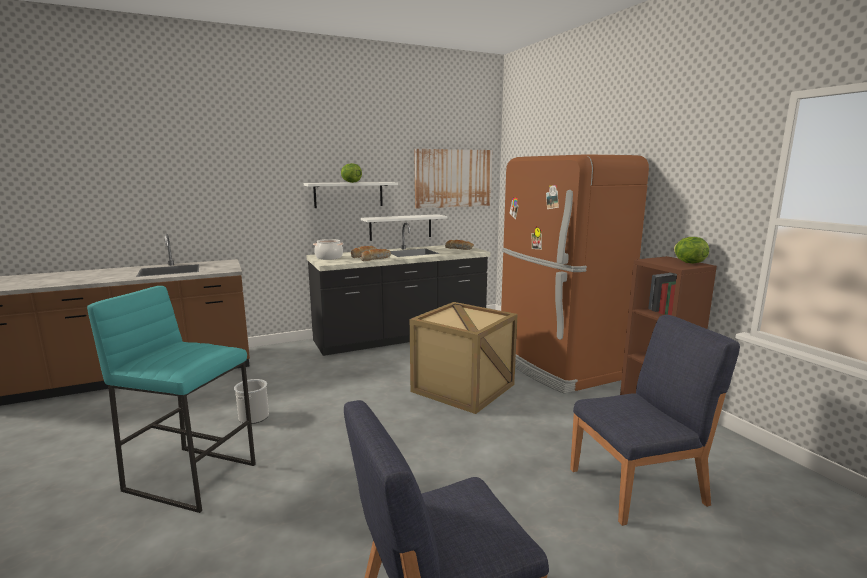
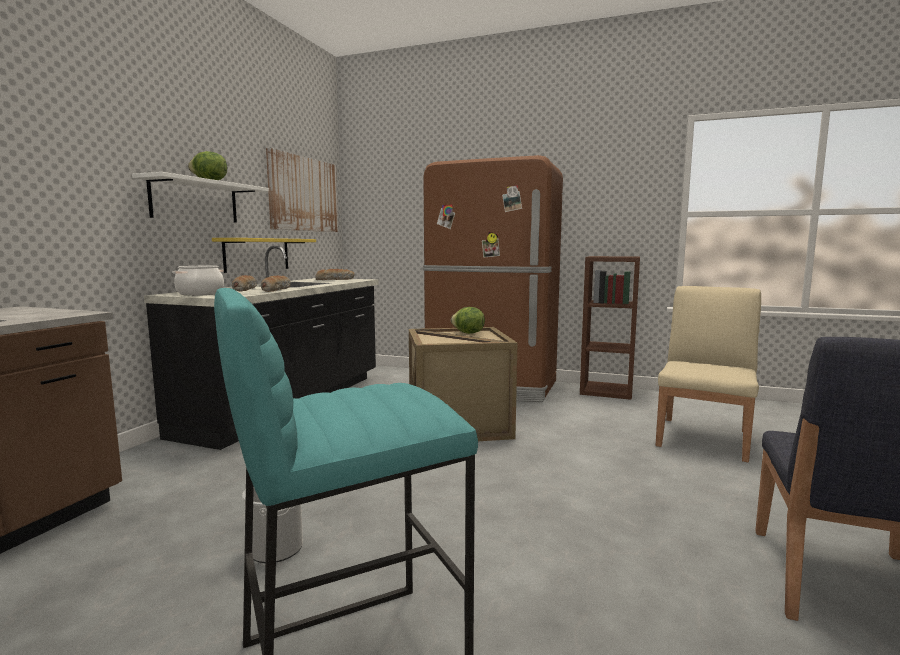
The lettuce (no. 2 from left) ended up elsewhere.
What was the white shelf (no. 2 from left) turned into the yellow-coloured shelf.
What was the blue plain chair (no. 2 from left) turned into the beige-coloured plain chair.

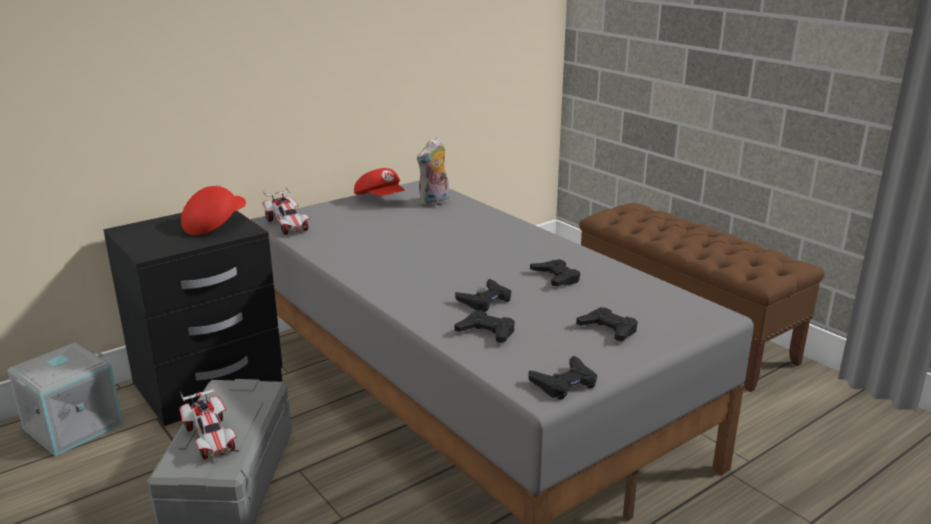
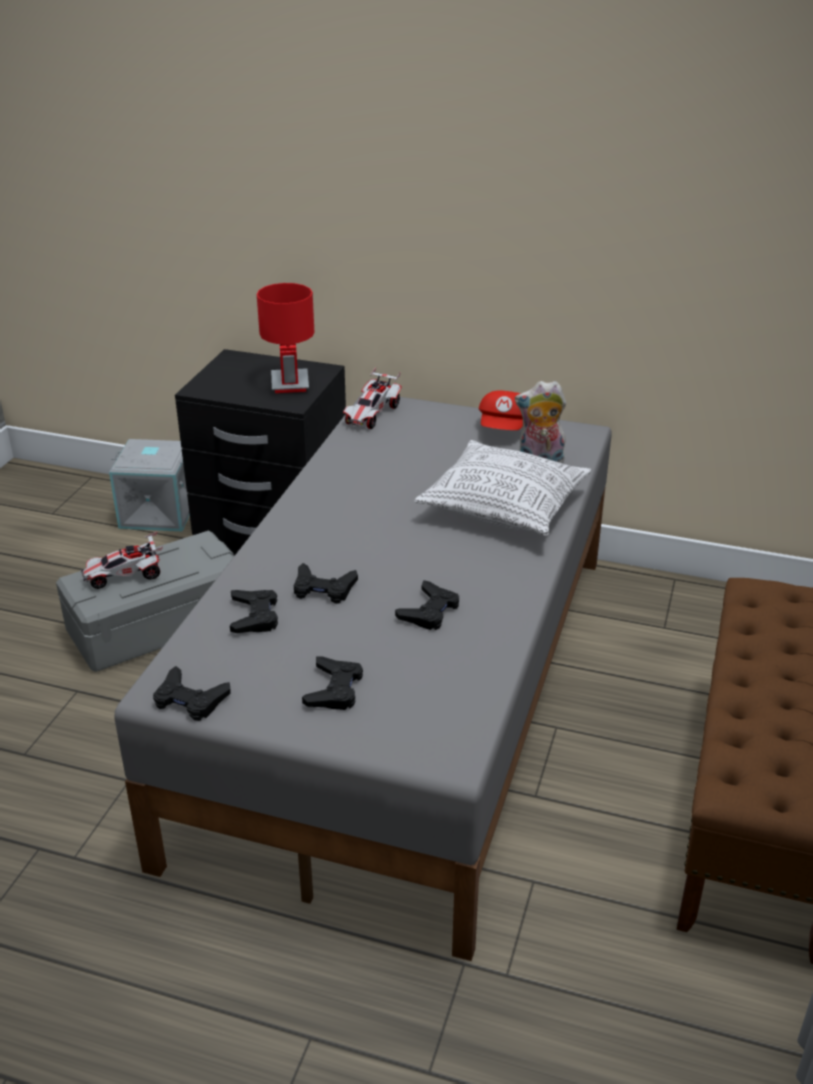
The second view gained the throw pillow.
Where the red baseball cap (no. 1 from left) stood, the red lamp for a table came to stand.
The toy car (no. 1 from left) ended up facing another way, 45 degrees clockwise from before.

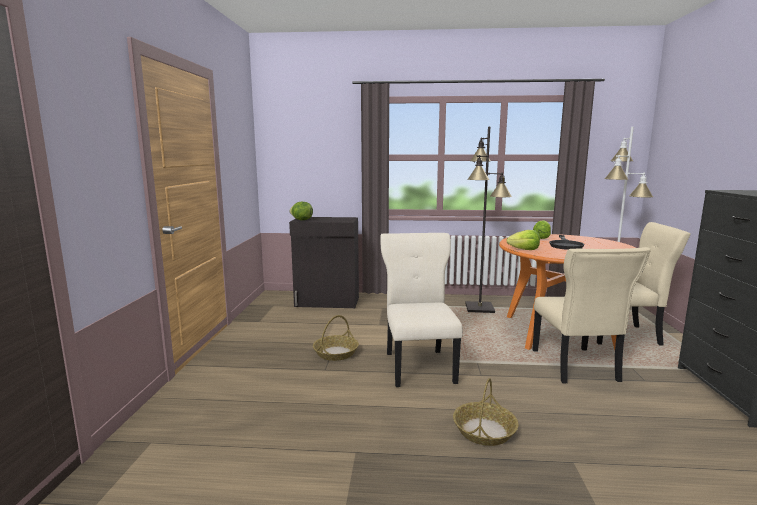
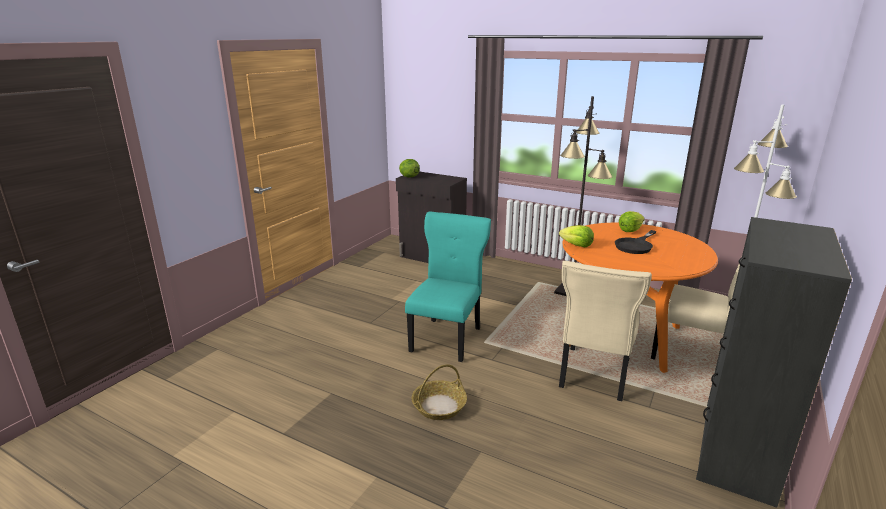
The second view lost the basket (no. 1 from left).
What was the beige-coloured plain chair (no. 1 from left) turned into the turquoise-coloured plain chair.

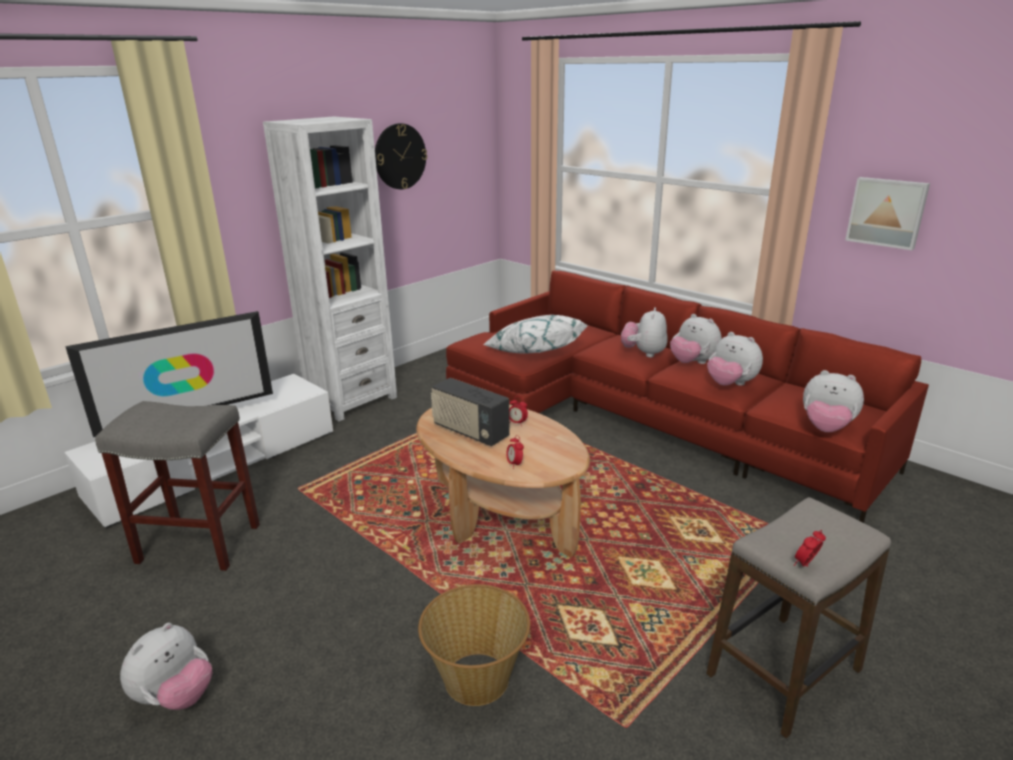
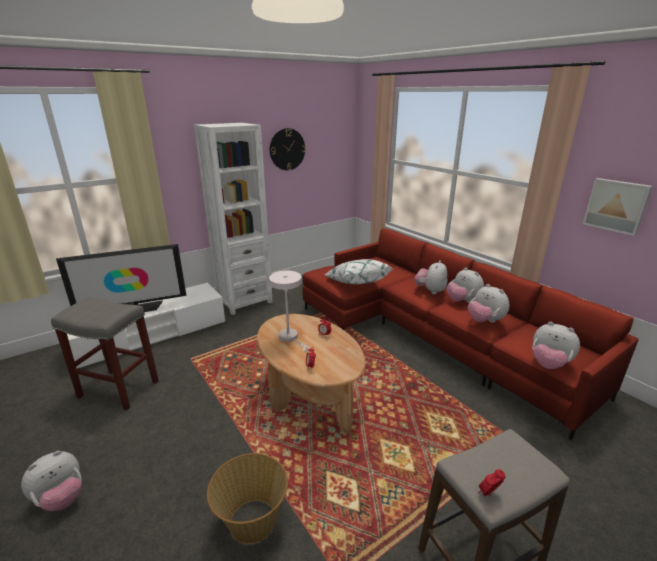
Where the radio stood, the white lamp for a table came to stand.

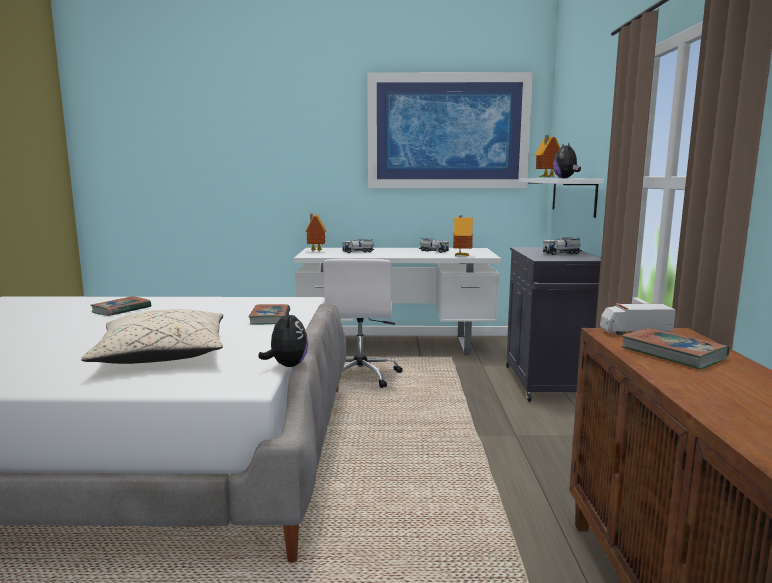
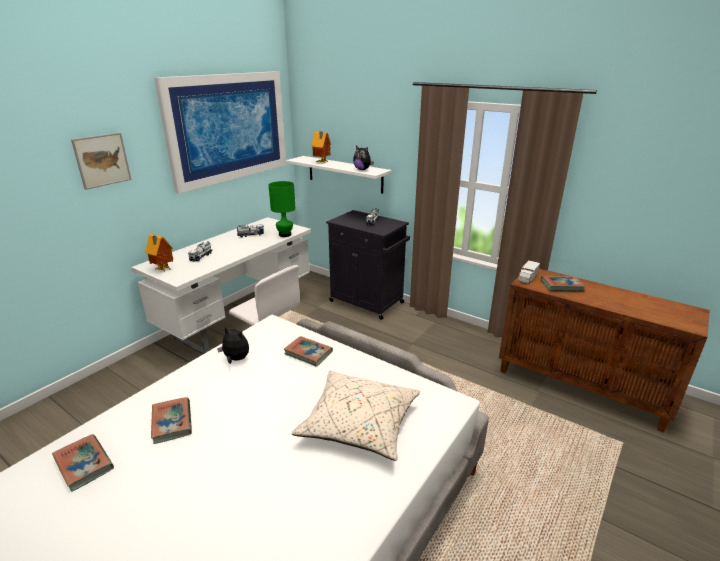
The second view gained the bound book (no. 1 from left).
The second view gained the wall picture (no. 1 from left).
The plush toy (no. 1 from left) ended up elsewhere.
Where the model house (no. 2 from left) stood, the greenish lamp for a table came to stand.

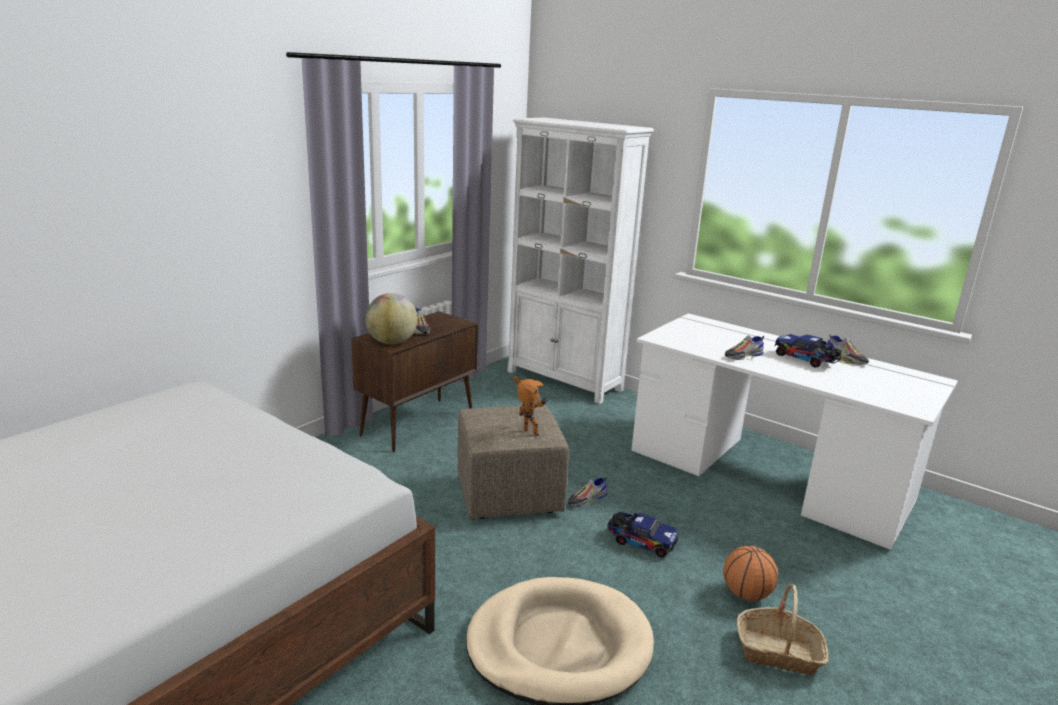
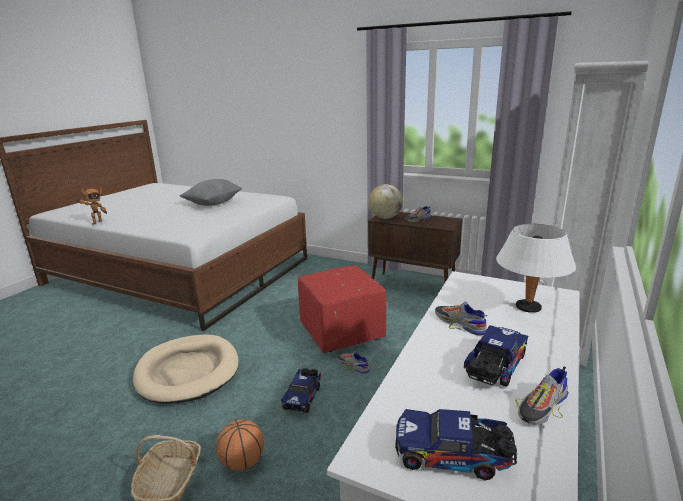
The second view gained the grey throw pillow.
The second view gained the model truck (no. 2 from left).
The second view gained the white lamp for a table.
The toy robot ended up elsewhere.
What was the beige-coloured pouffe turned into the red pouffe.

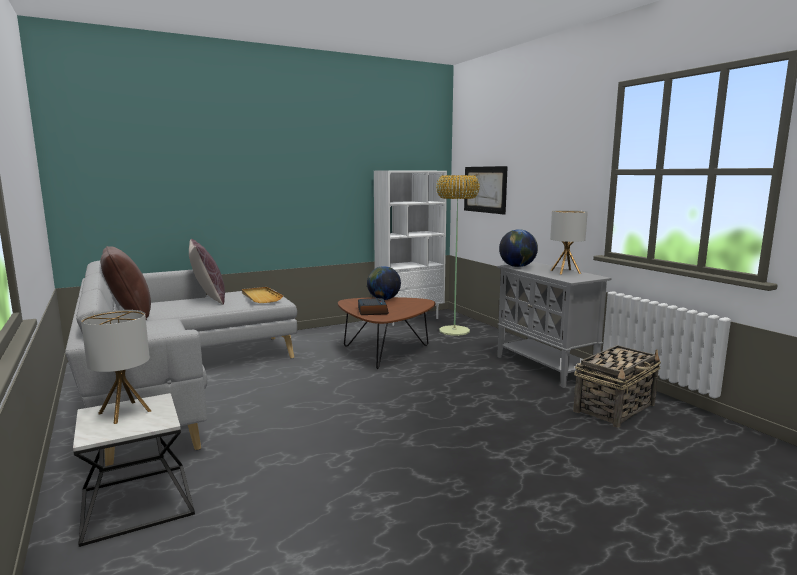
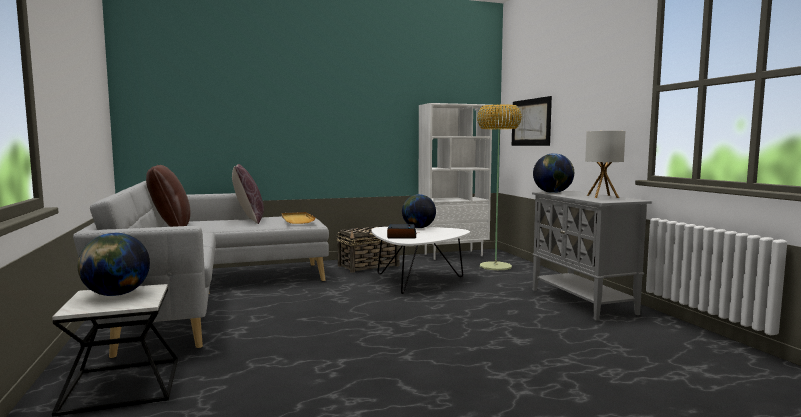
The basket ended up elsewhere.
Where the lamp for a table (no. 1 from left) stood, the globe (no. 1 from left) came to stand.
What was the brown low table turned into the white low table.

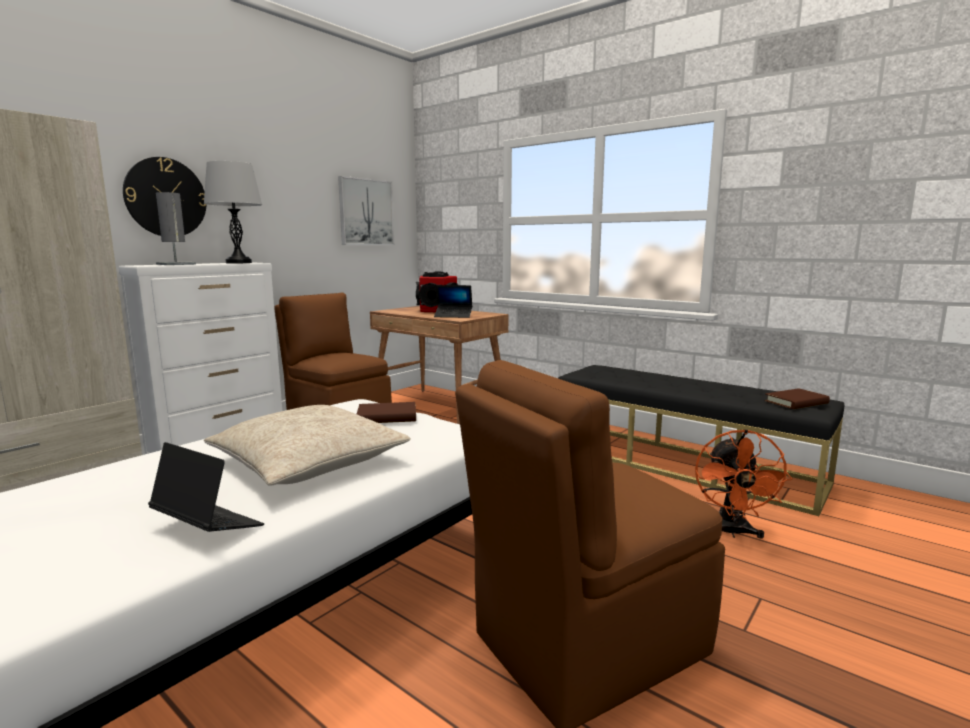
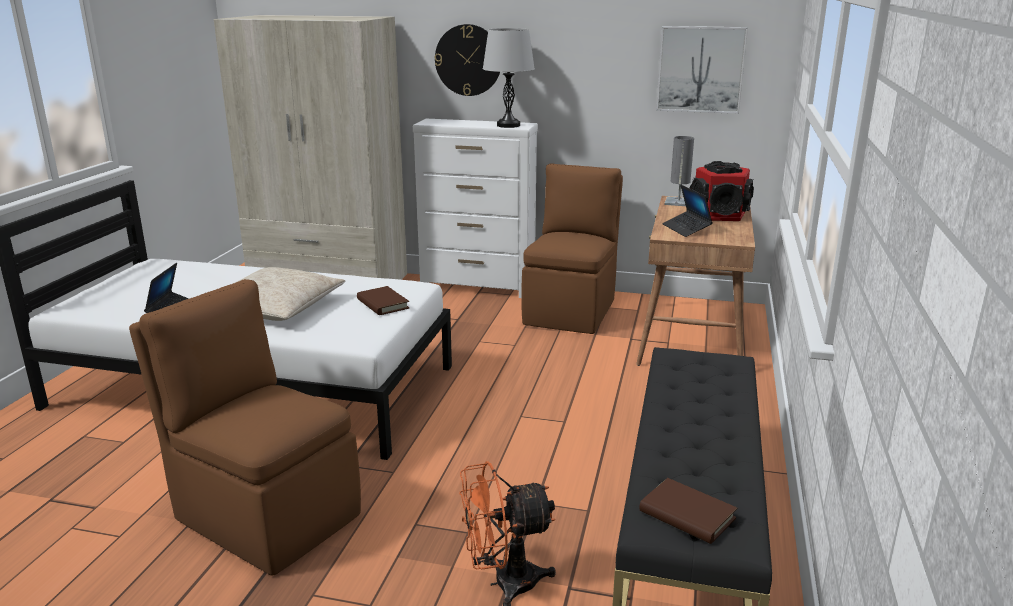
The grey lamp for a table (no. 1 from left in the first image) ended up elsewhere.

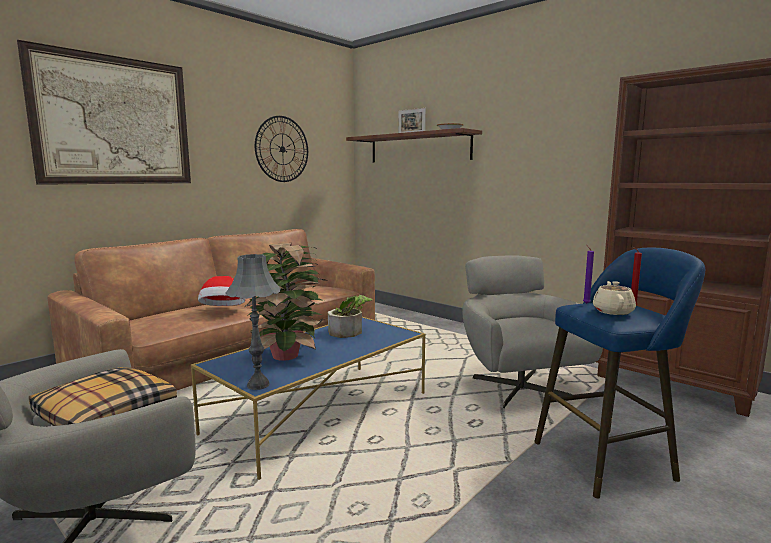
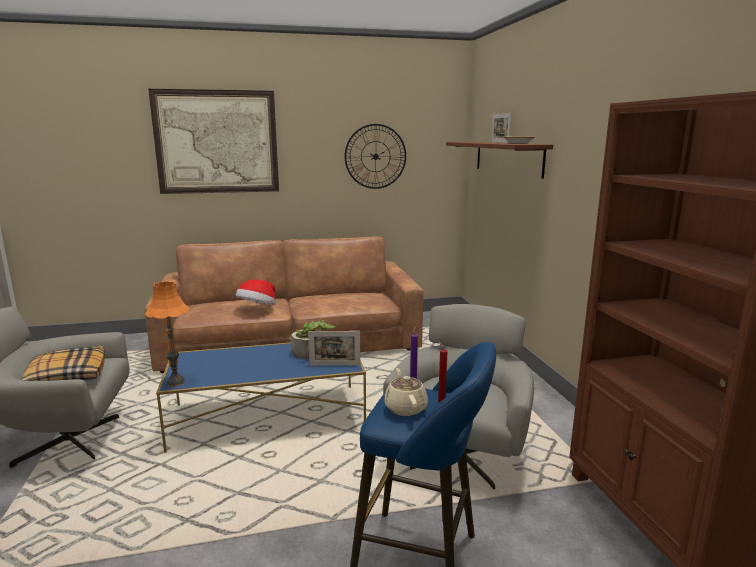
The second view lost the plant in a pot (no. 1 from left).
The second view gained the photo frame (no. 1 from left).
What was the grey lamp for a table turned into the orange-coloured lamp for a table.
The beige-coloured tea pot ended up facing another way, 60 degrees counterclockwise from before.

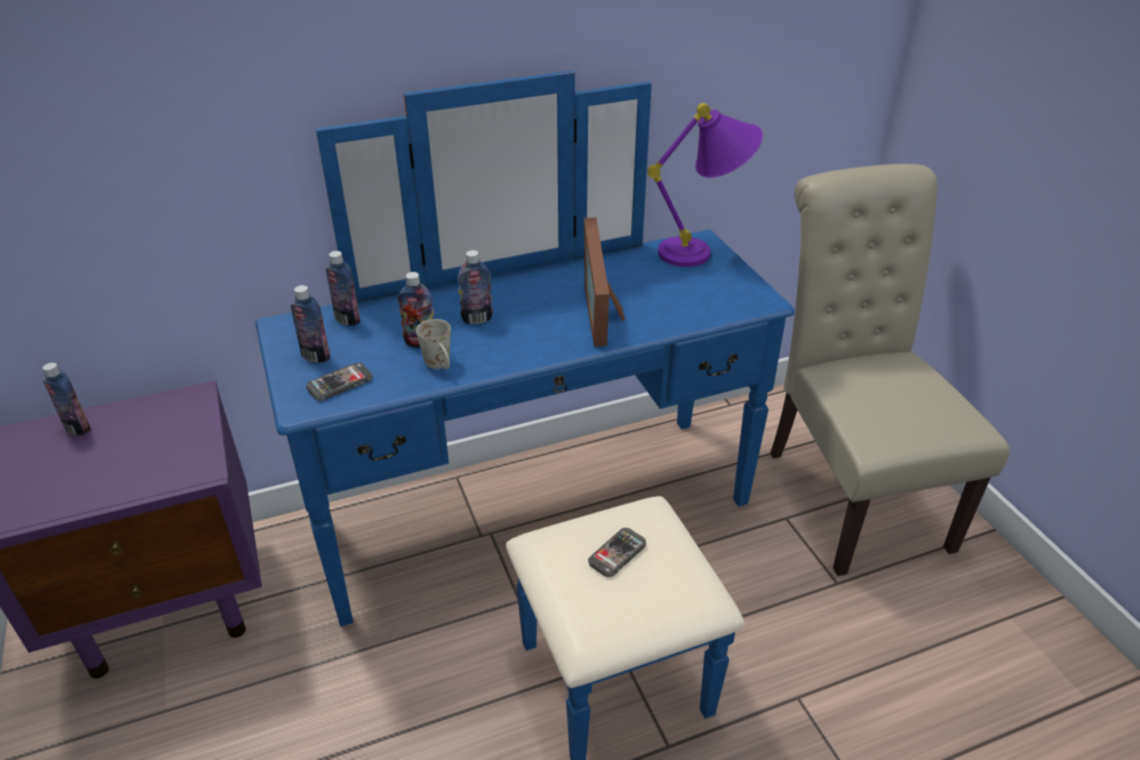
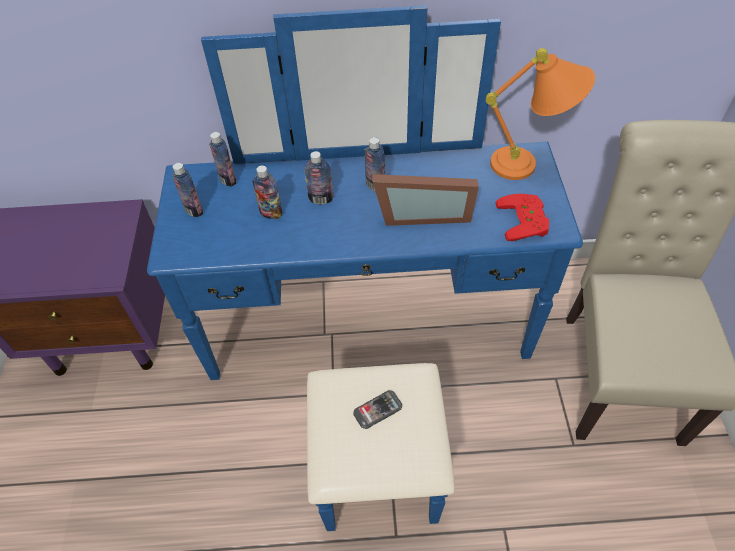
The second view lost the handset (no. 1 from left).
The second view lost the white coffee mug.
The second view gained the red joypad.
The beverage bottle (no. 1 from left in the first image) ended up elsewhere.
What was the purple lamp for a table turned into the orange-coloured lamp for a table.
The photo frame ended up facing another way, 105 degrees counterclockwise from before.

